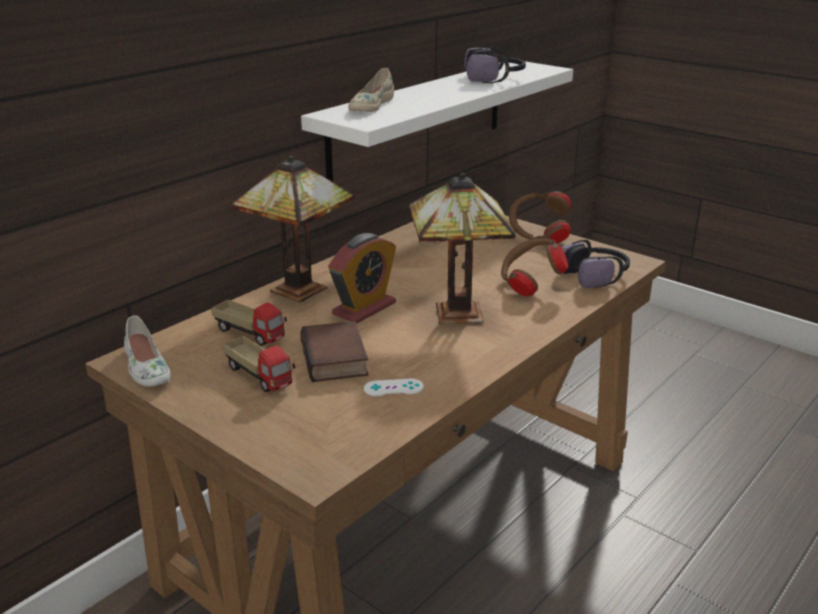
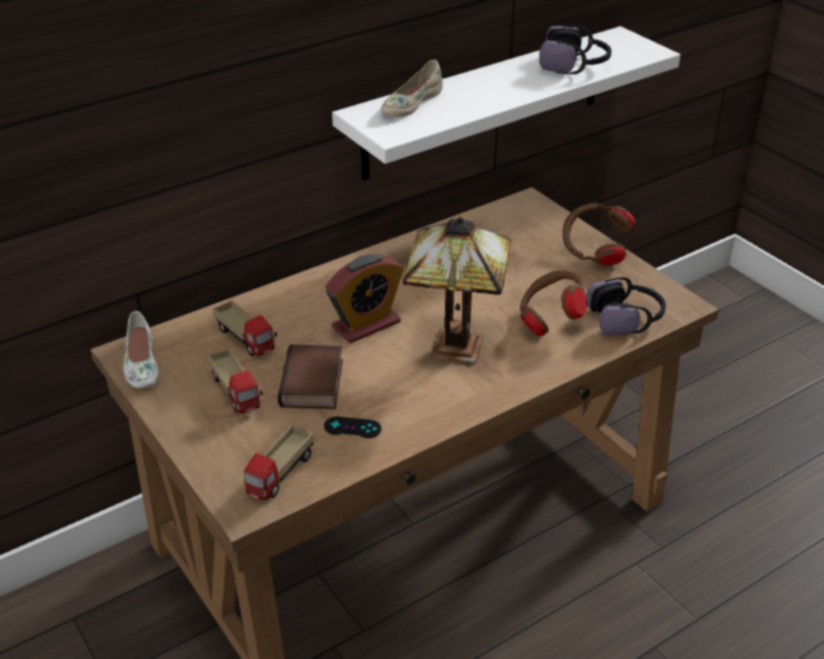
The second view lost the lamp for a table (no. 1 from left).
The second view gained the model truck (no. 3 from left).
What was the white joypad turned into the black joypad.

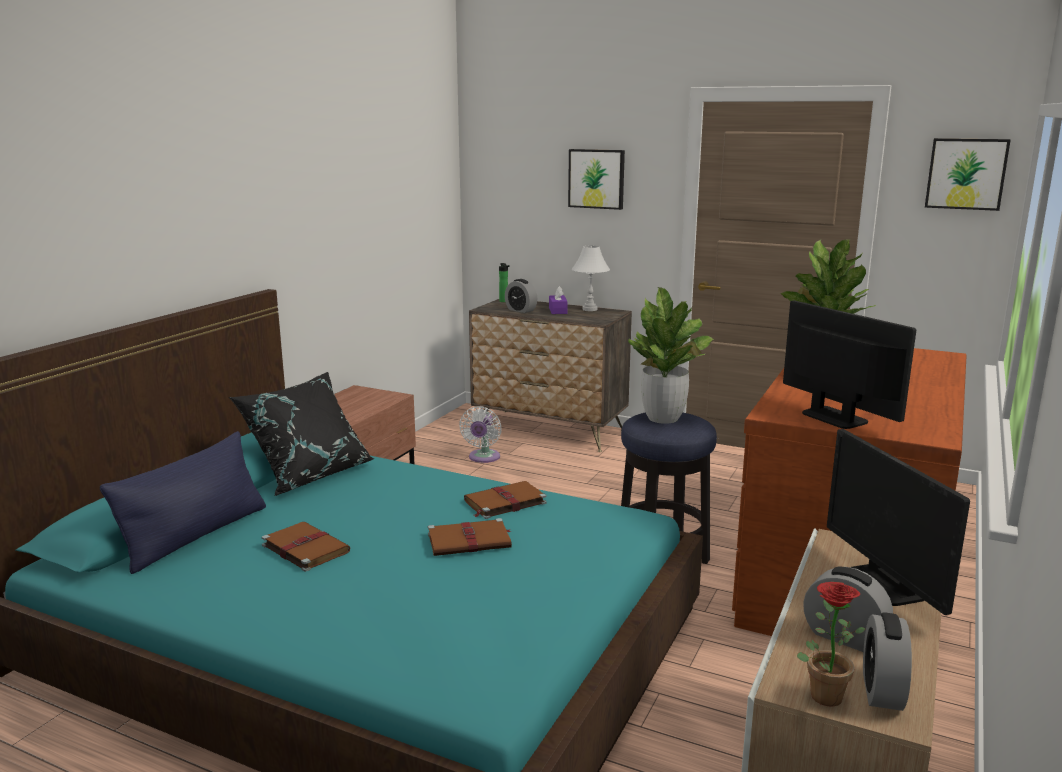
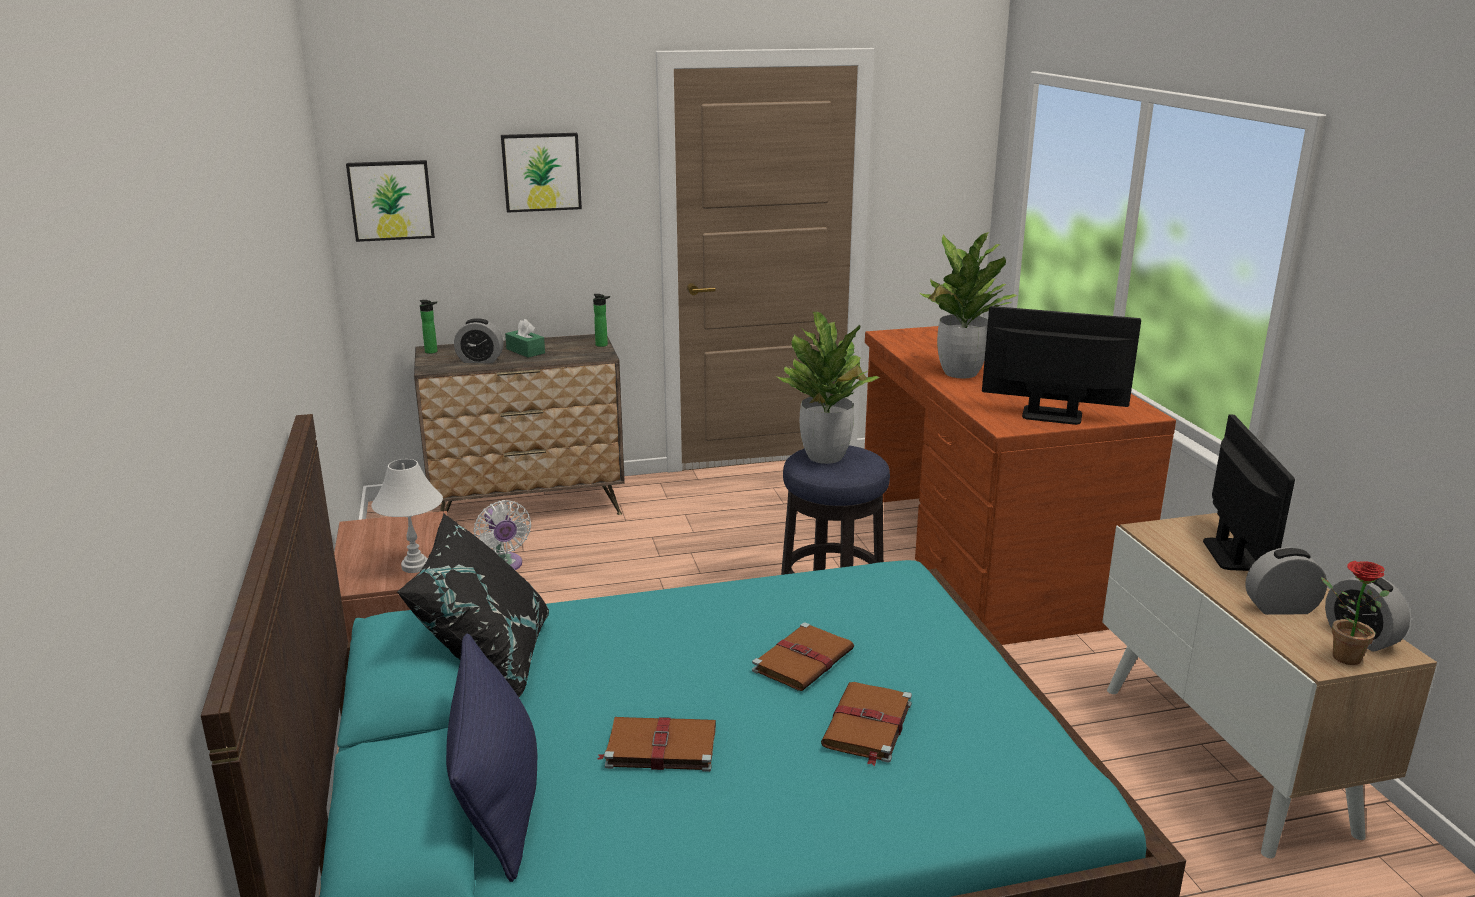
The second view gained the beverage bottle (no. 2 from left).
The brown bound book (no. 3 from left) ended up elsewhere.
The white lamp for a table ended up elsewhere.
The wall picture (no. 2 from left in the first image) ended up elsewhere.
What was the purple tissue holder turned into the greenish tissue holder.
The monitor (no. 2 from left) ended up facing another way, 120 degrees counterclockwise from before.

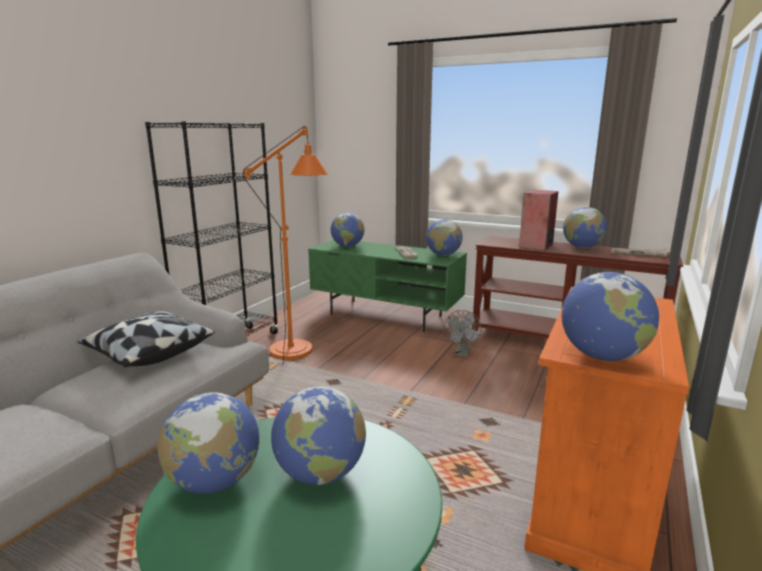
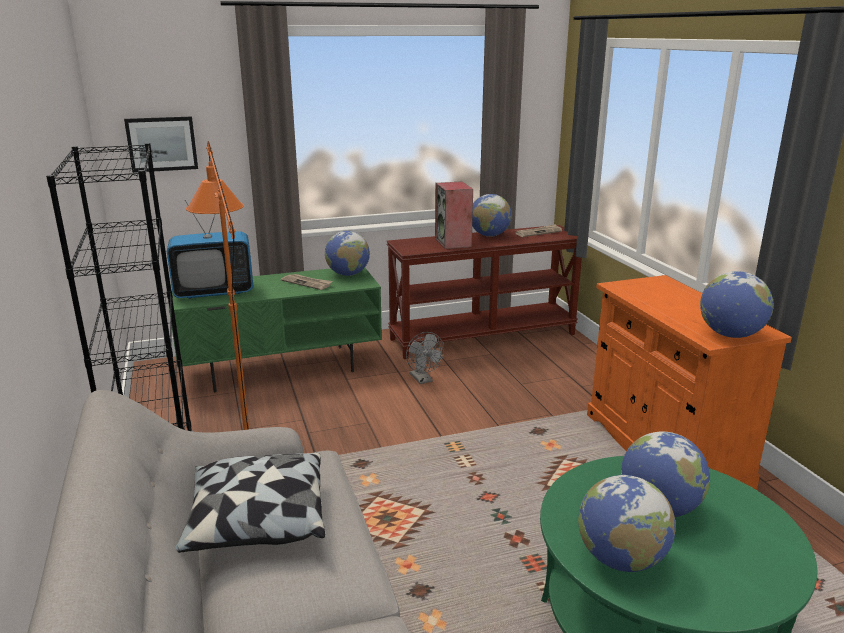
The second view gained the wall picture.
Where the globe (no. 3 from left) stood, the TV set came to stand.

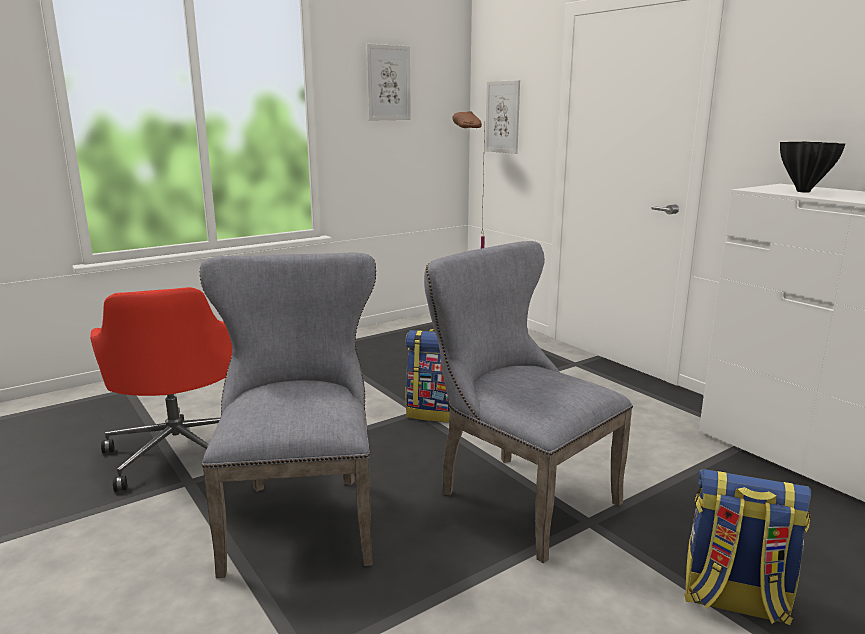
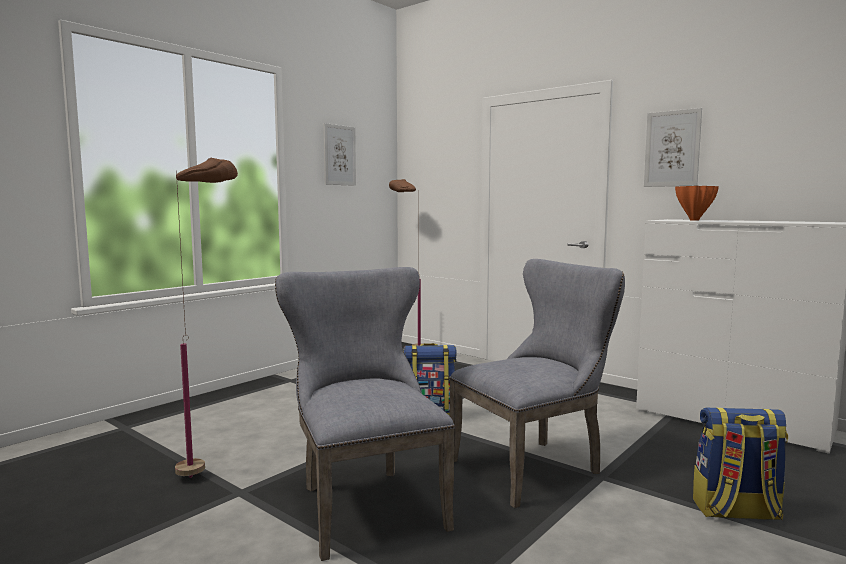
The wall picture (no. 2 from left) ended up elsewhere.
Where the red computer chair stood, the brown standing lamp (no. 1 from left) came to stand.
What was the black flower vase turned into the orange-coloured flower vase.
The grey plain chair (no. 2 from left) ended up facing another way, 120 degrees clockwise from before.

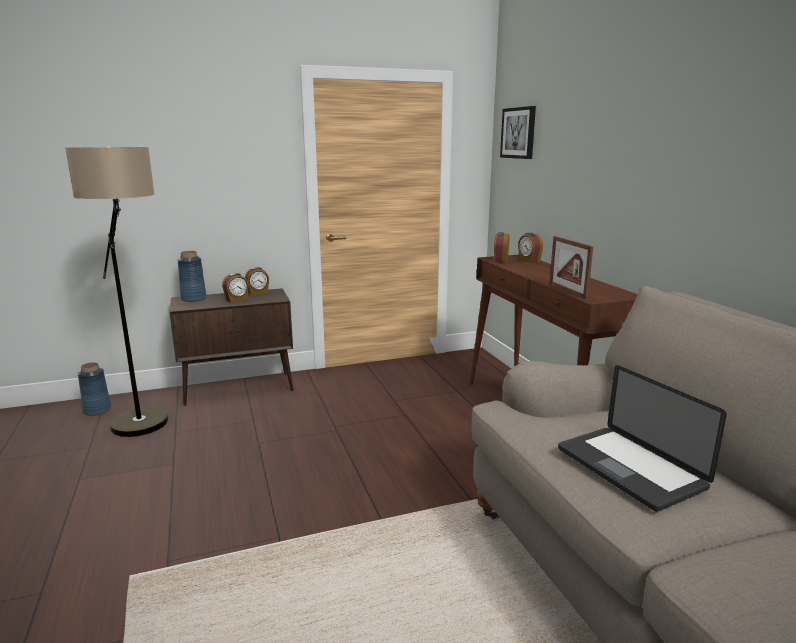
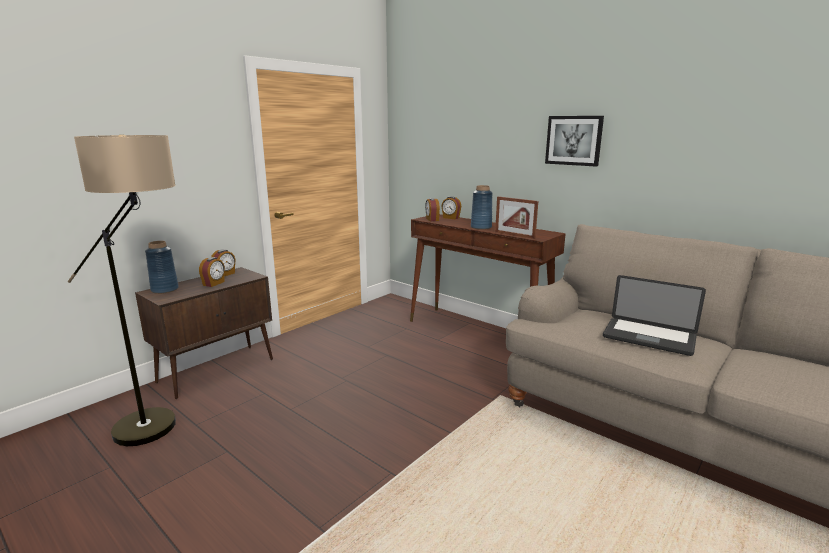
The blue flower vase (no. 1 from left in the first image) ended up elsewhere.
The wall picture ended up elsewhere.

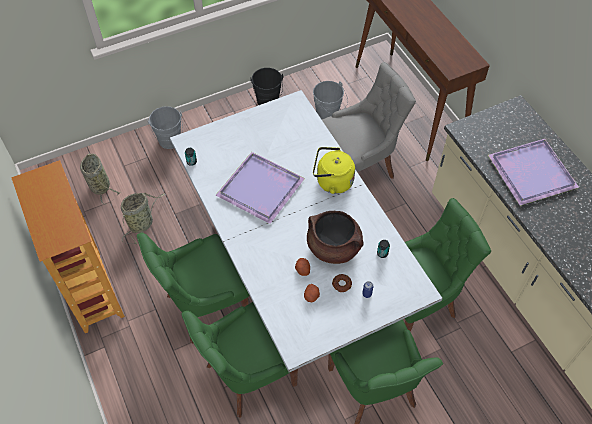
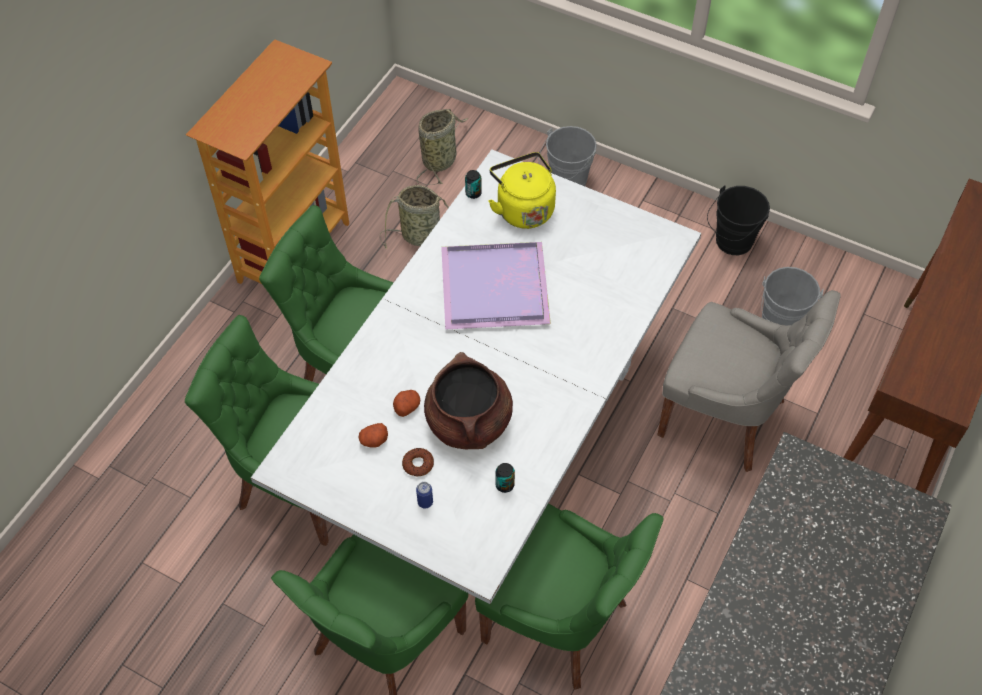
The second view lost the purple tray (no. 2 from left).
The yellow-coloured tea kettle ended up elsewhere.

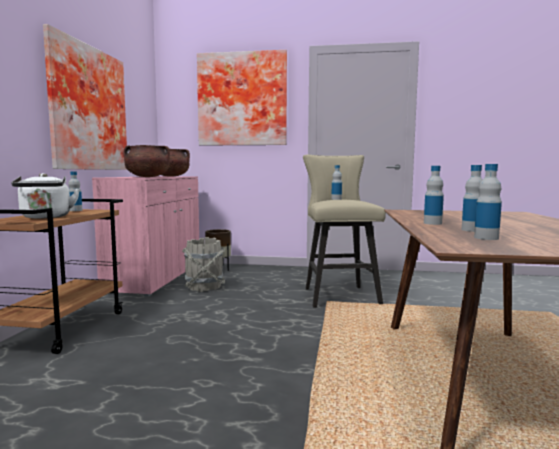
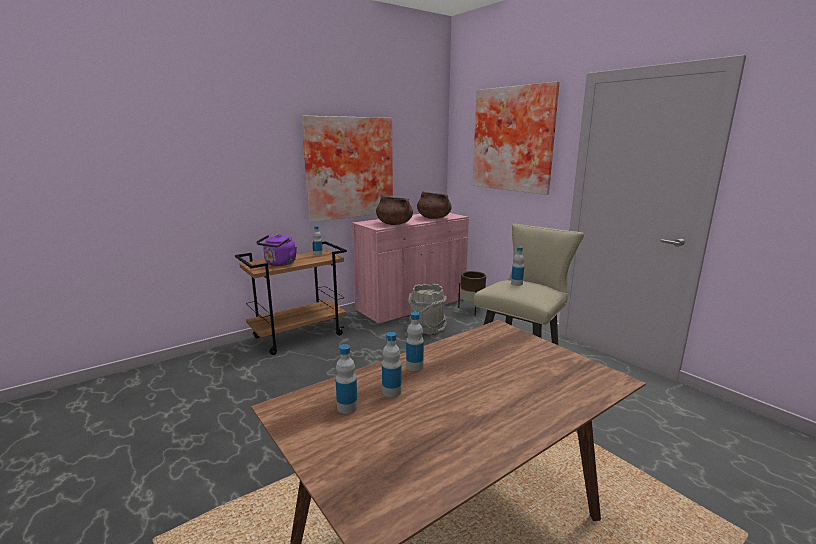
What was the white tea kettle turned into the purple tea kettle.

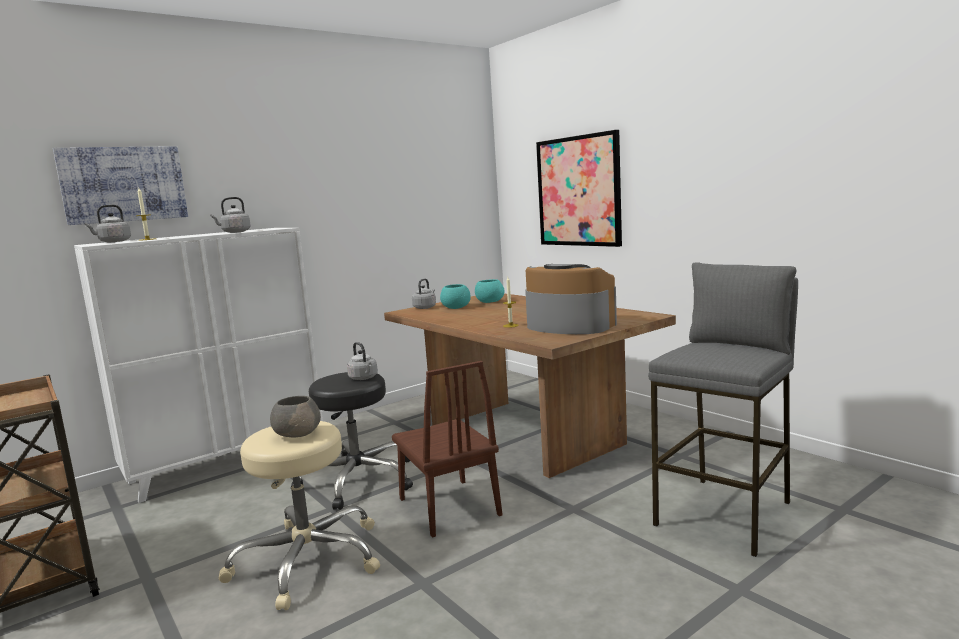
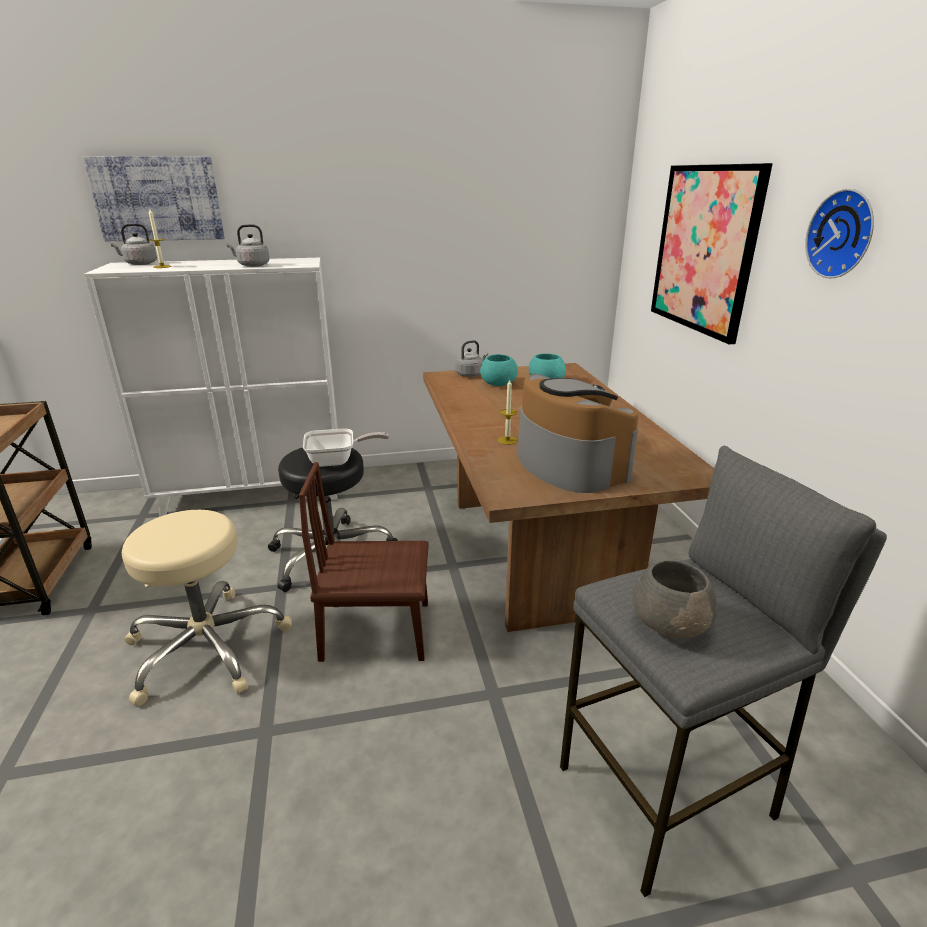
The second view gained the clock on the wall.
The grey serving bowl ended up elsewhere.
Where the grey tea kettle (no. 3 from left) stood, the frying pan came to stand.
The brown plain chair ended up facing another way, 90 degrees clockwise from before.

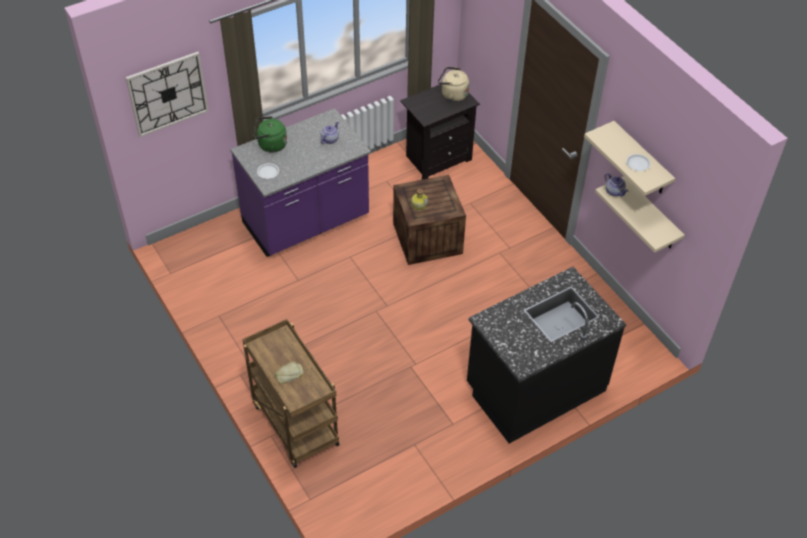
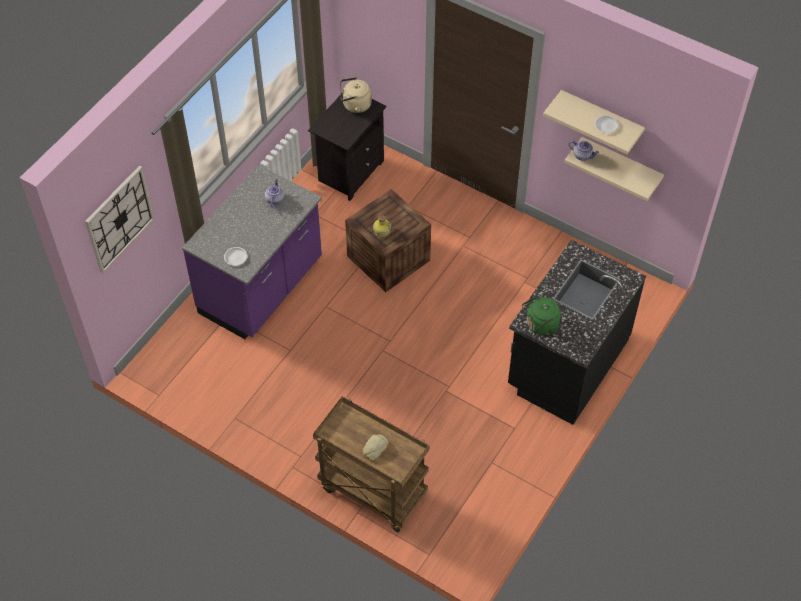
The greenish tea kettle ended up elsewhere.

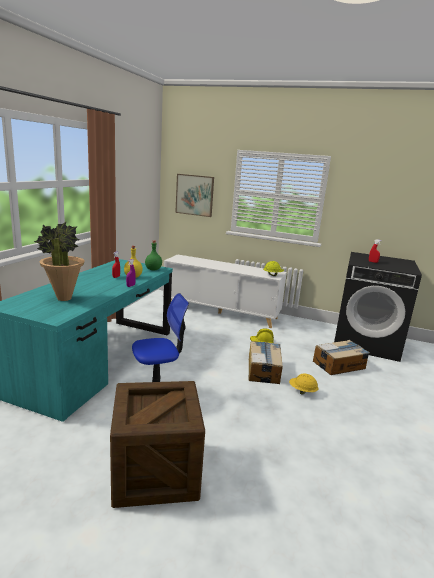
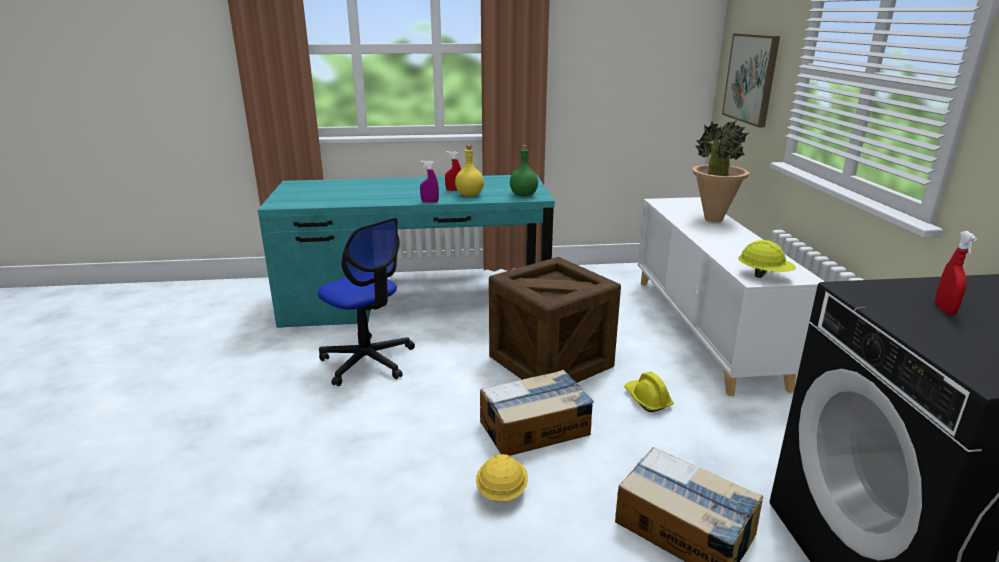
The plant in a pot ended up elsewhere.
The packing crate ended up elsewhere.

